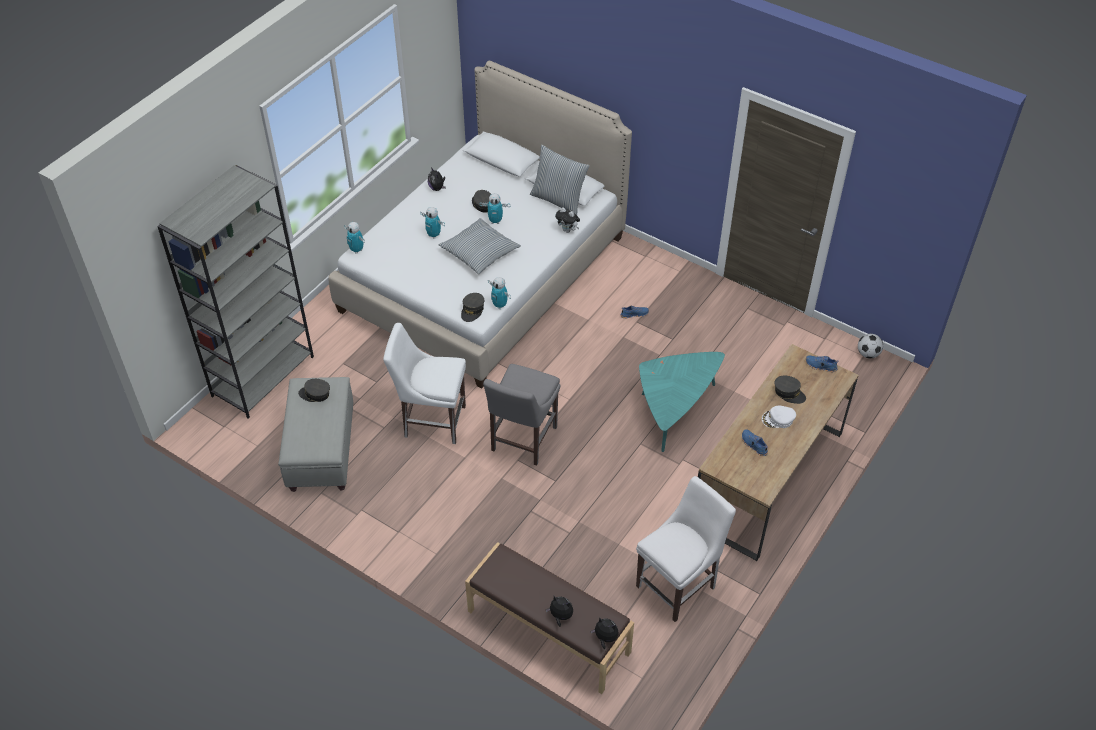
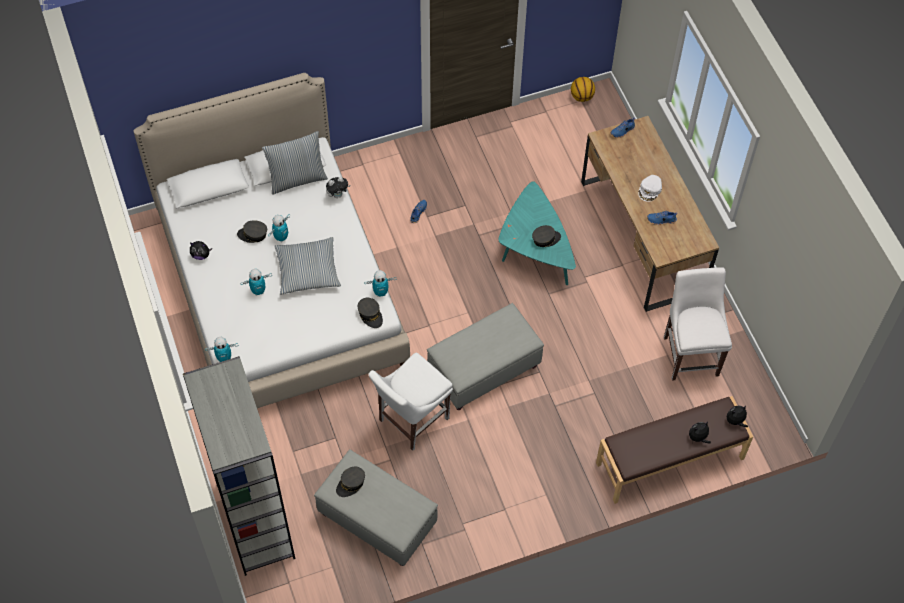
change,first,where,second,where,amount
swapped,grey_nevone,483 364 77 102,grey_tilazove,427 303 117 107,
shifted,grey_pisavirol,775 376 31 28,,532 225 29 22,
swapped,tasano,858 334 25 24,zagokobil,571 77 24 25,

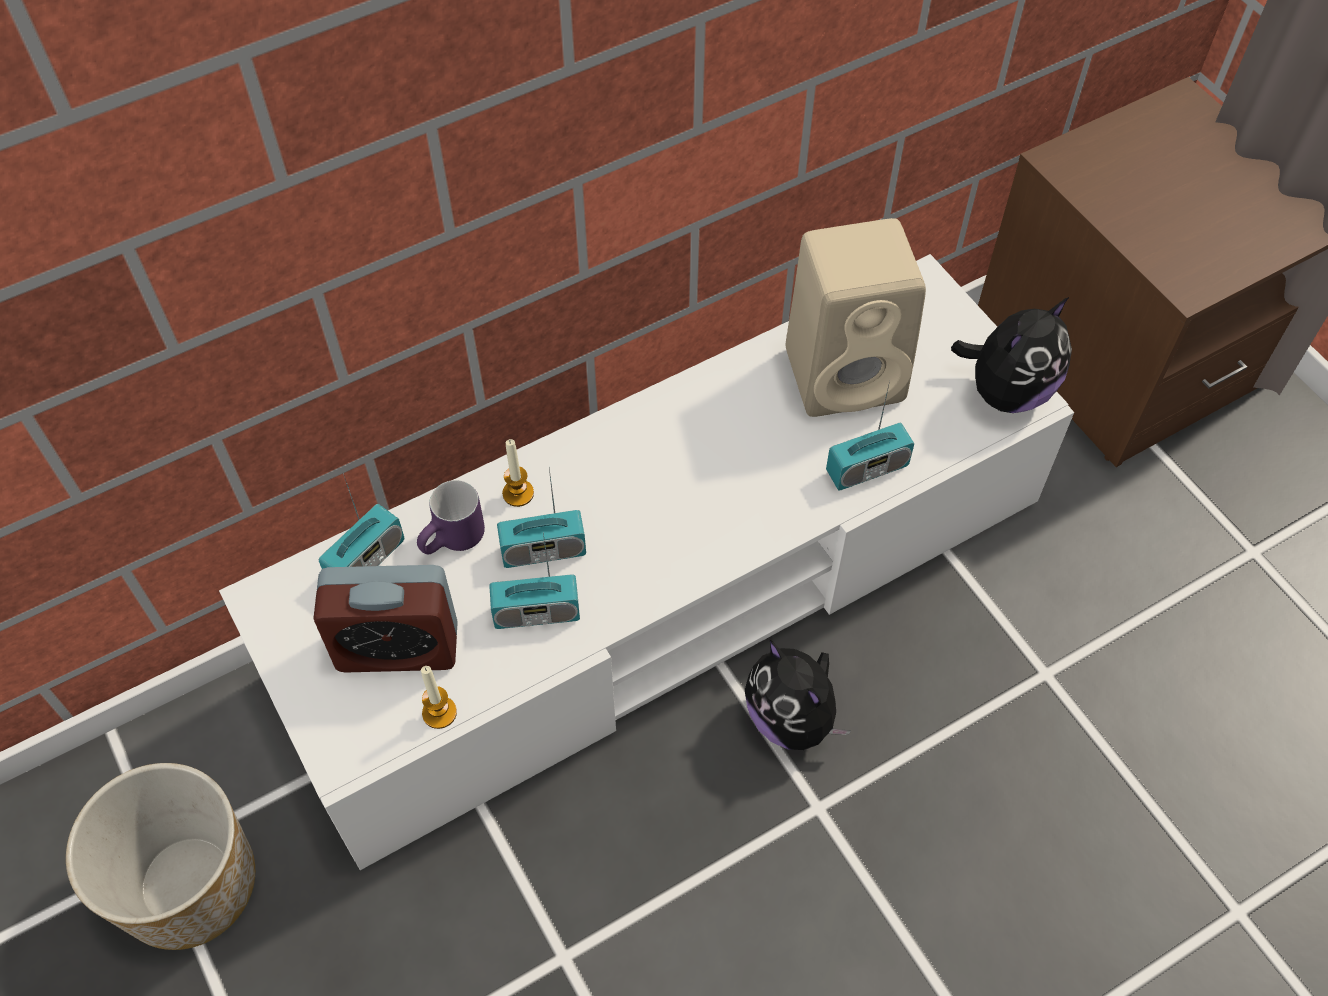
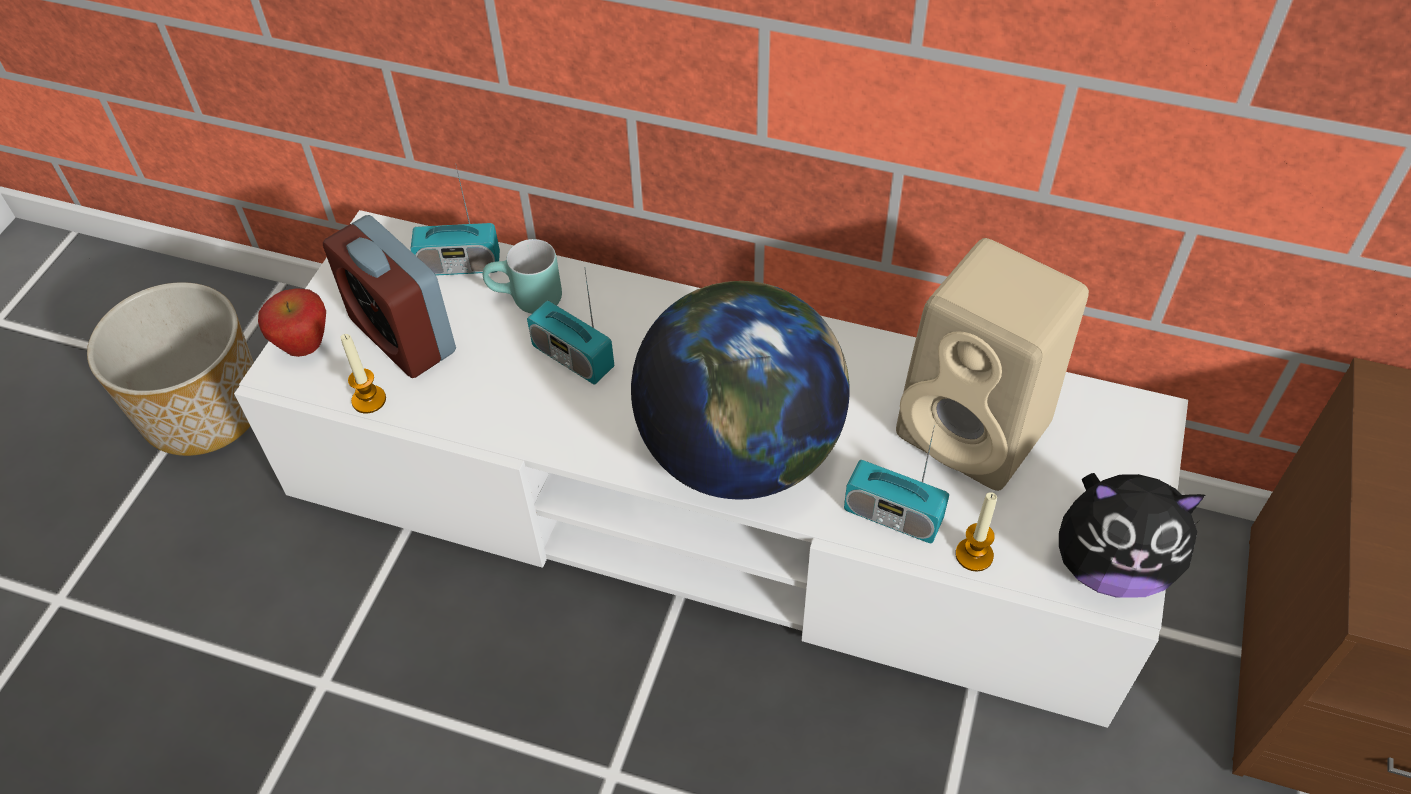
change,first,where,second,where,amount
repainted,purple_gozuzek,417 480 68 74,turquoise_gozuzek,483 239 79 75,
gone,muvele,489 532 91 97,,,
shifted,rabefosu,502 439 32 68,,956 492 41 79,
gone,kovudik,745 639 106 111,,,
new,,,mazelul,258 288 68 69,
new,,,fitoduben,631 281 219 219,

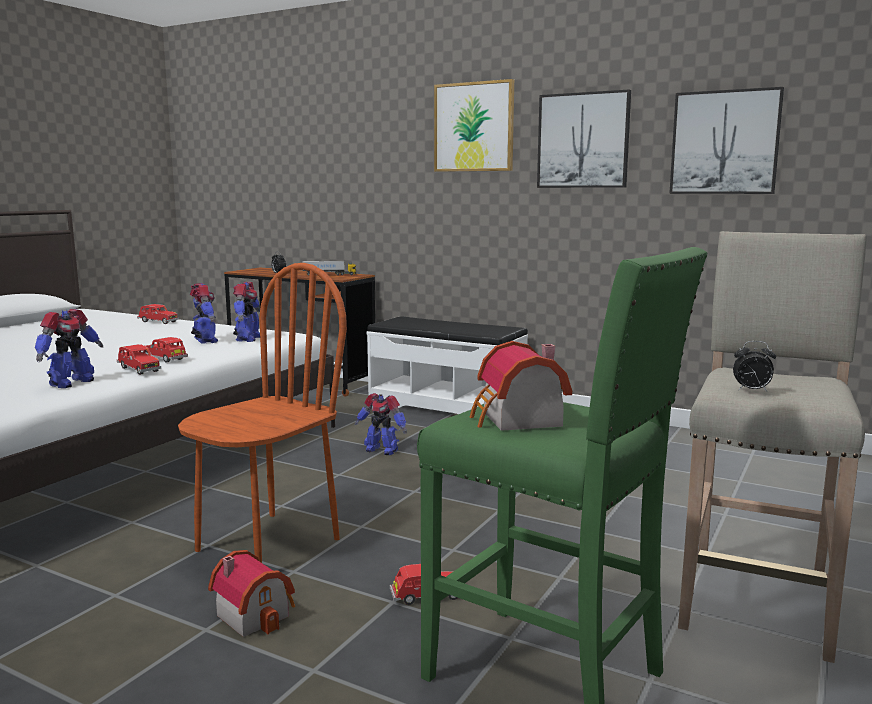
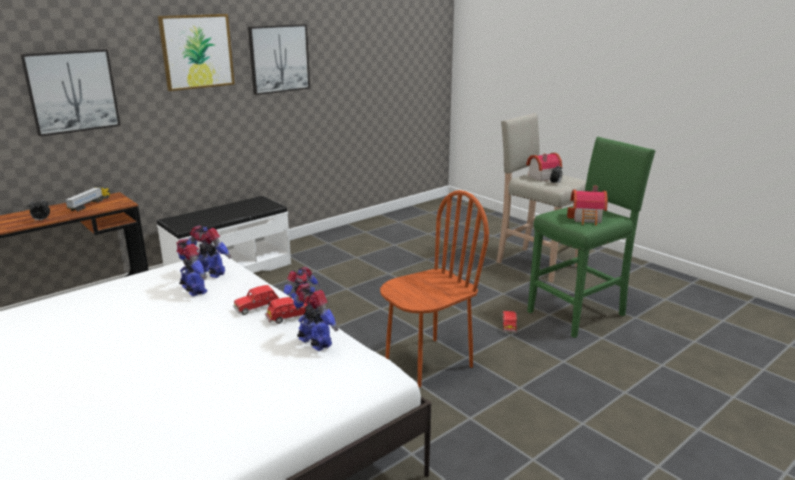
change,first,where,second,where,amount
gone,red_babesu,137 304 42 20,,,
rotated,brown_nevone,178 263 169 300,,380 190 109 198,90 degrees clockwise
rotated,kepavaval,190 283 28 60,,176 239 31 57,60 degrees clockwise
shifted,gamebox,208 550 87 87,,526 153 36 28,
shifted,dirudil,669 87 115 107,,20 49 100 88,

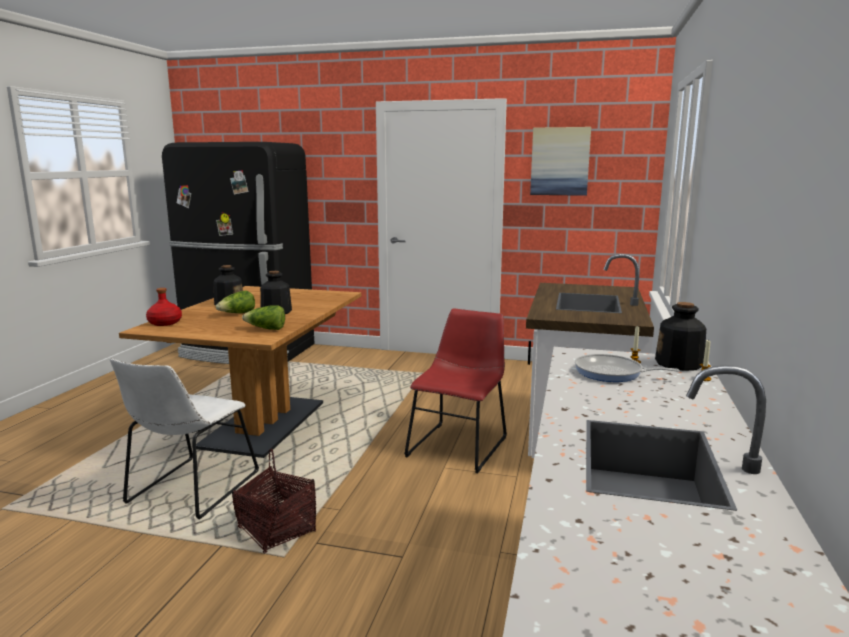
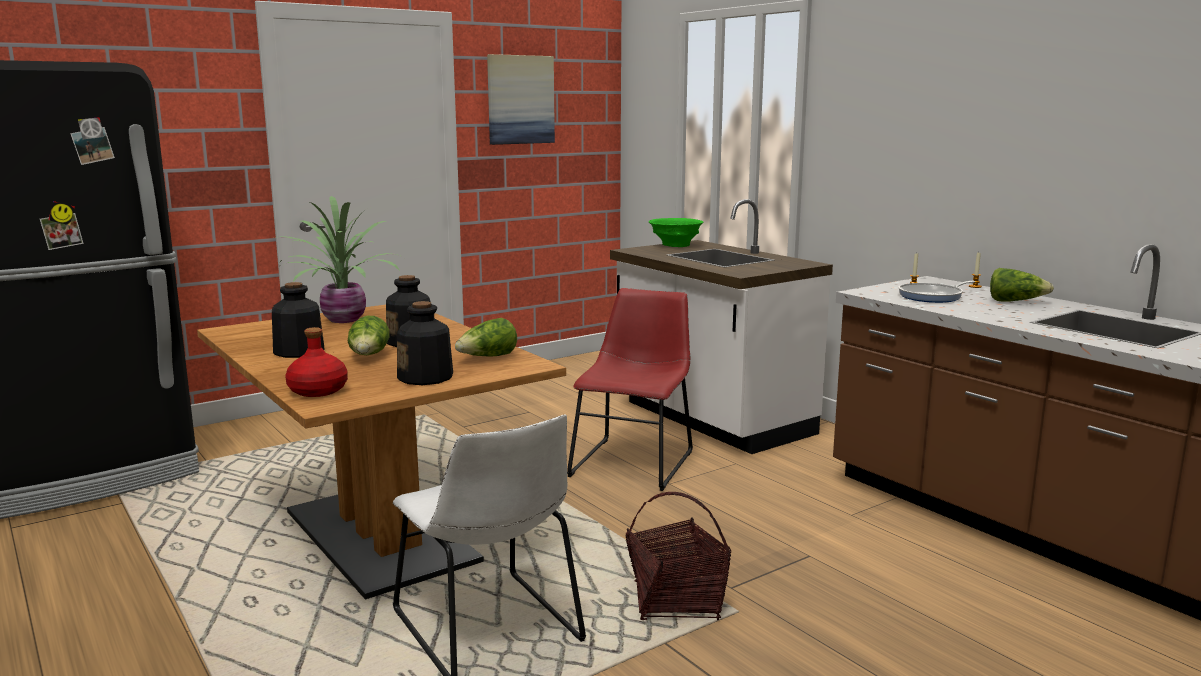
change,first,where,second,where,amount
rotated,red_nevone,404 309 103 164,,567 288 126 203,45 degrees clockwise
shifted,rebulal,655 302 51 69,,397 301 56 84,
new,,,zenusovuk,275 196 125 127,
new,,,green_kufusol,649 218 55 29,
new,,,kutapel,990 268 64 34,

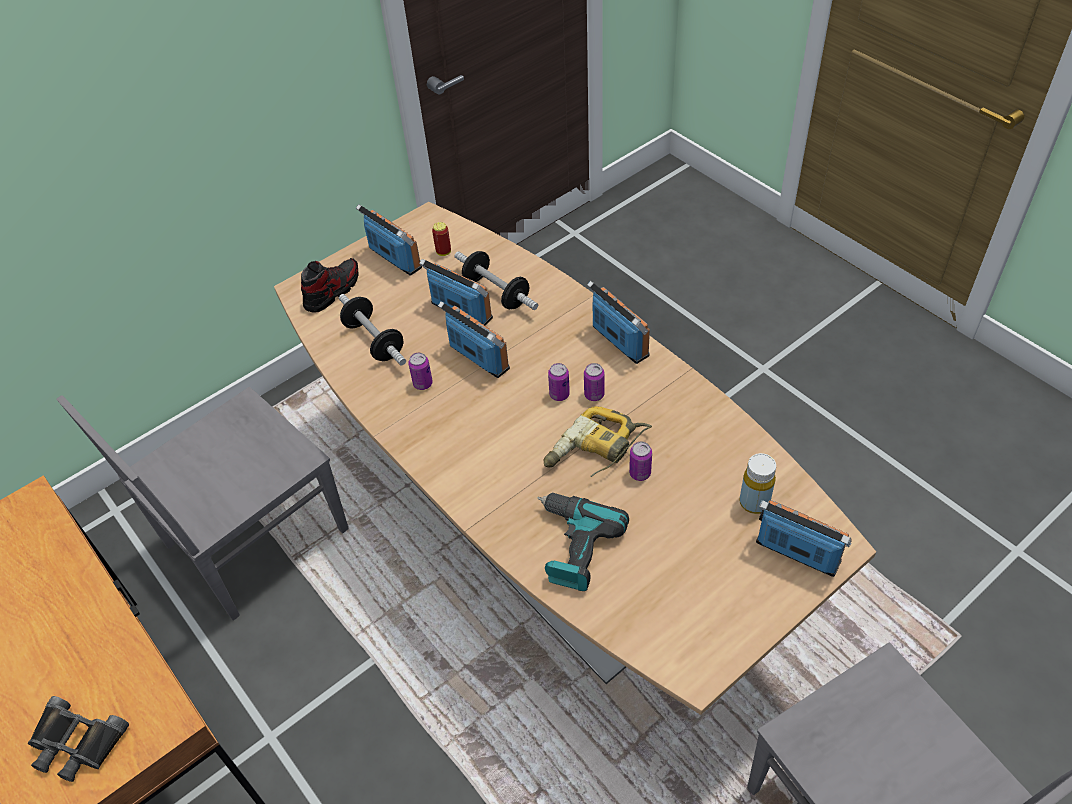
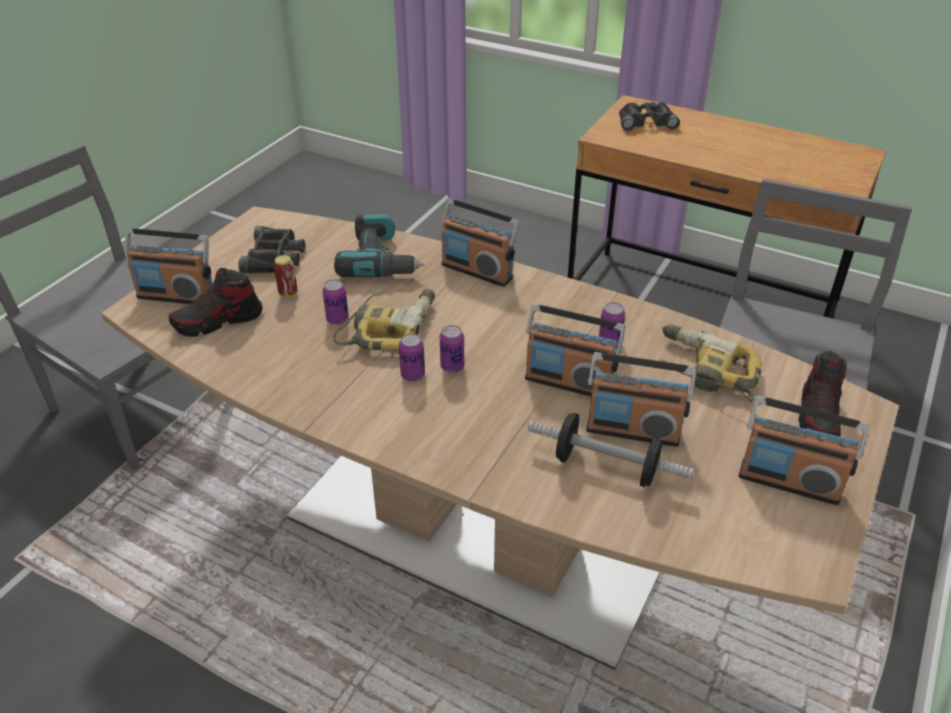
change,first,where,second,where,amount
swapped,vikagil,339 294 67 72,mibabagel,661 324 101 78,
shifted,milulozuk,432 222 19 34,,274 255 23 43,
shifted,muvele,587 281 63 83,,441 199 79 88,
swapped,yellow_rebulal,739 453 37 61,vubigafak,169 268 93 69,
new,,,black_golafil,238 226 67 48,

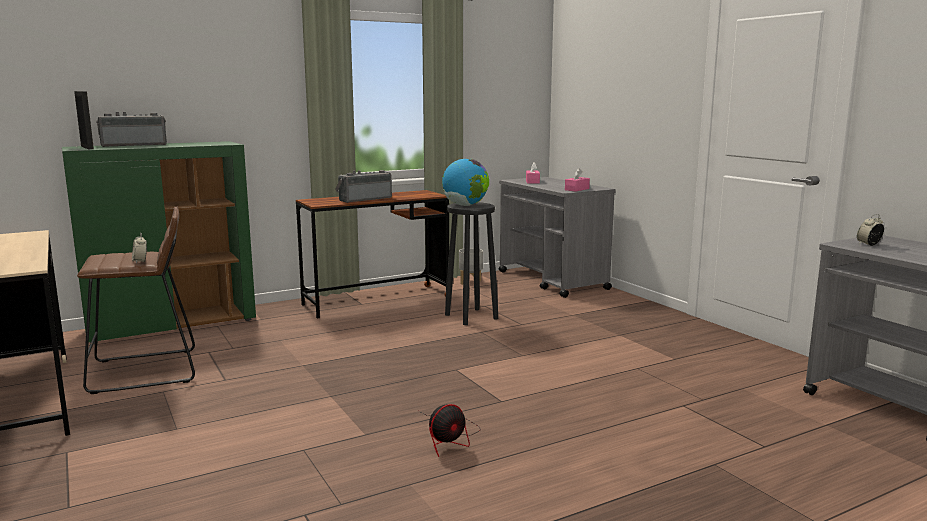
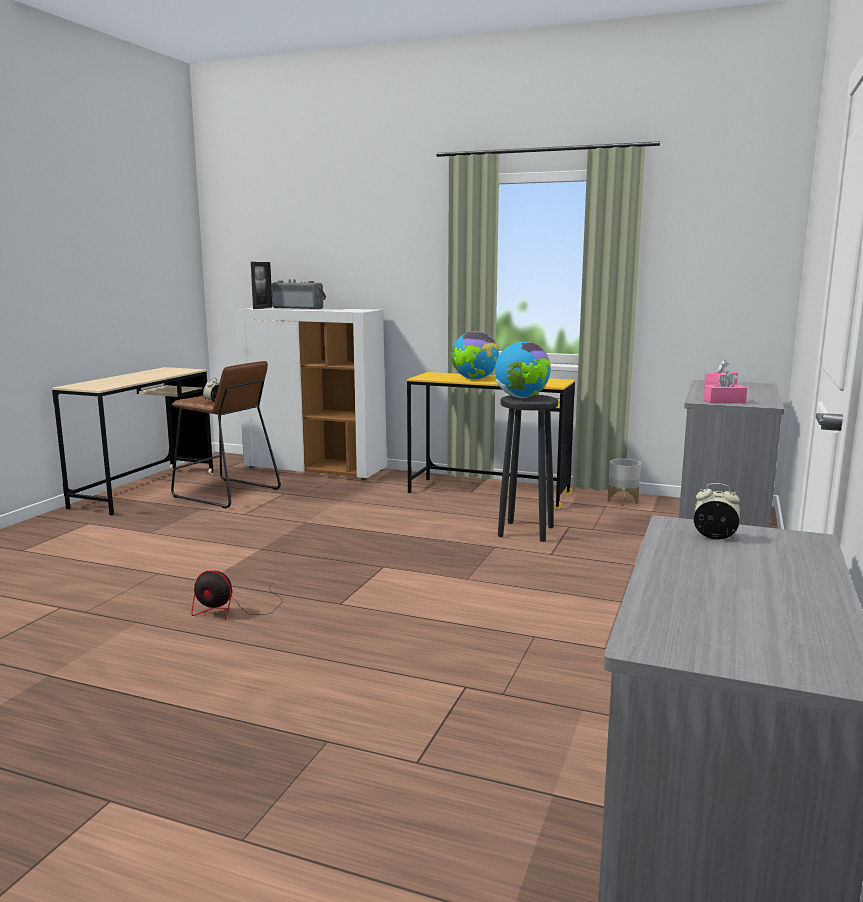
change,first,where,second,where,amount
repainted,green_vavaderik,62 141 194 203,white_vavaderik,235 307 152 173,
repainted,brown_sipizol,296 190 153 129,yellow_sipizol,407 372 168 137,
swapped,muvele,335 170 57 33,fitoduben,451 331 48 49,

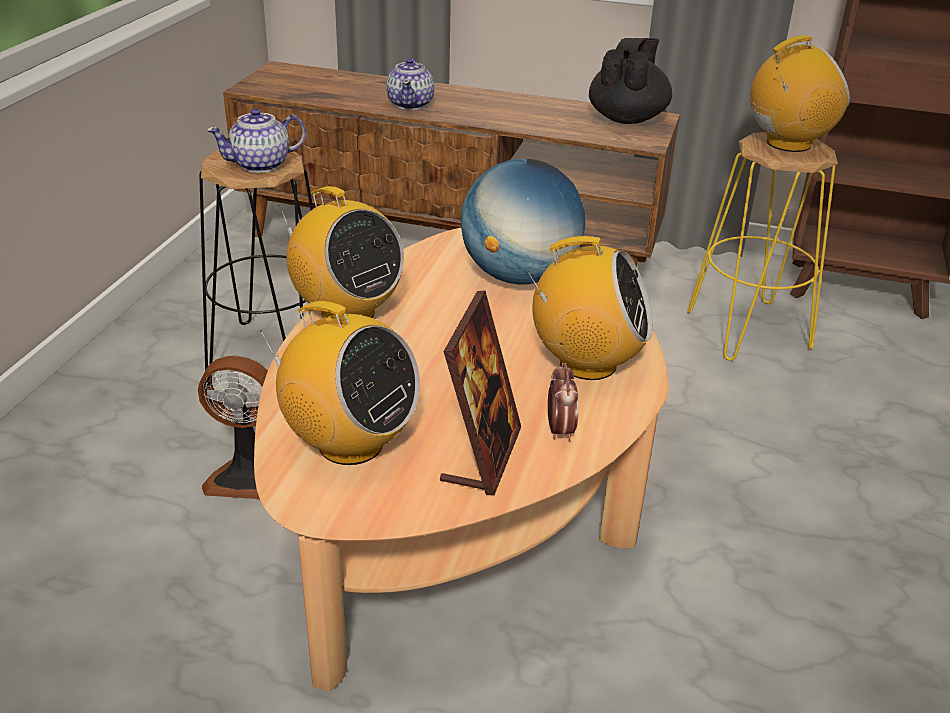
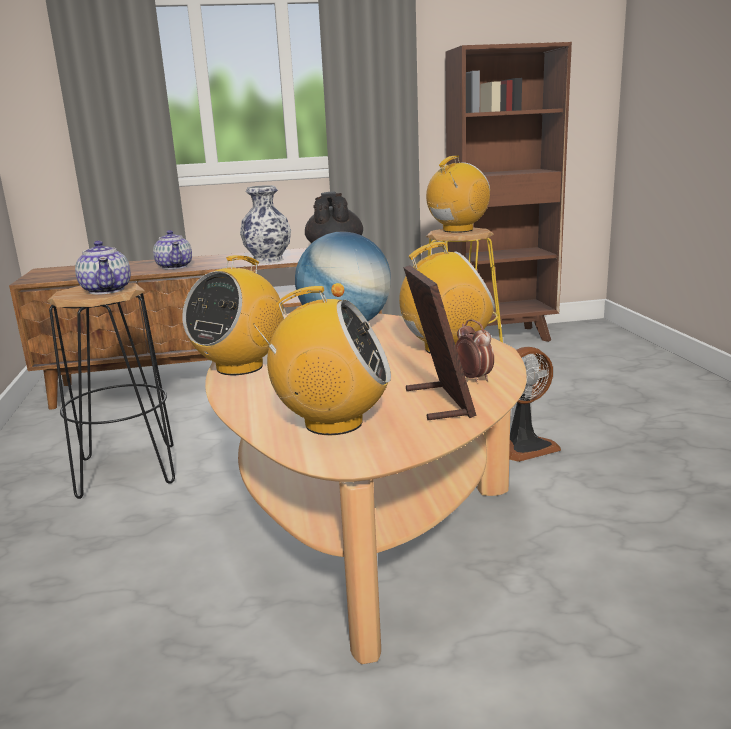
change,first,where,second,where,amount
shifted,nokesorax,198 356 70 143,,509 347 52 115,
rotated,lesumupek,206 108 100 65,,75 241 56 54,60 degrees counterclockwise
rotated,muvele,279 186 125 132,,182 255 102 120,105 degrees clockwise
new,,,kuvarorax,240 185 51 79,

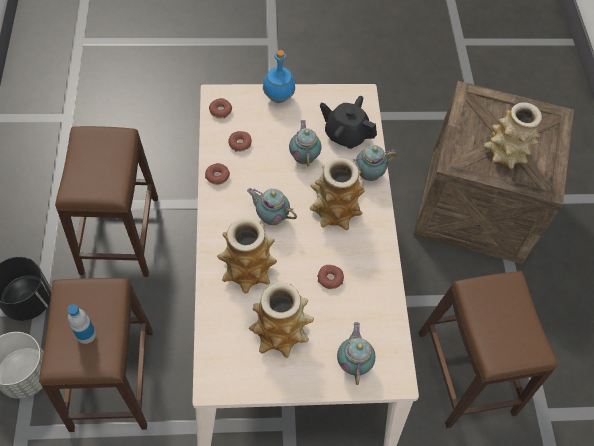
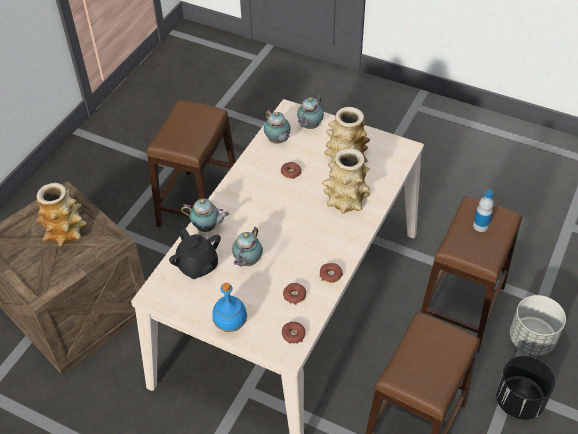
change,first,where,second,where,amount
shifted,lesumupek,247 188 50 37,,264 110 27 34,
gone,kuvarorax,310 158 55 72,,,

